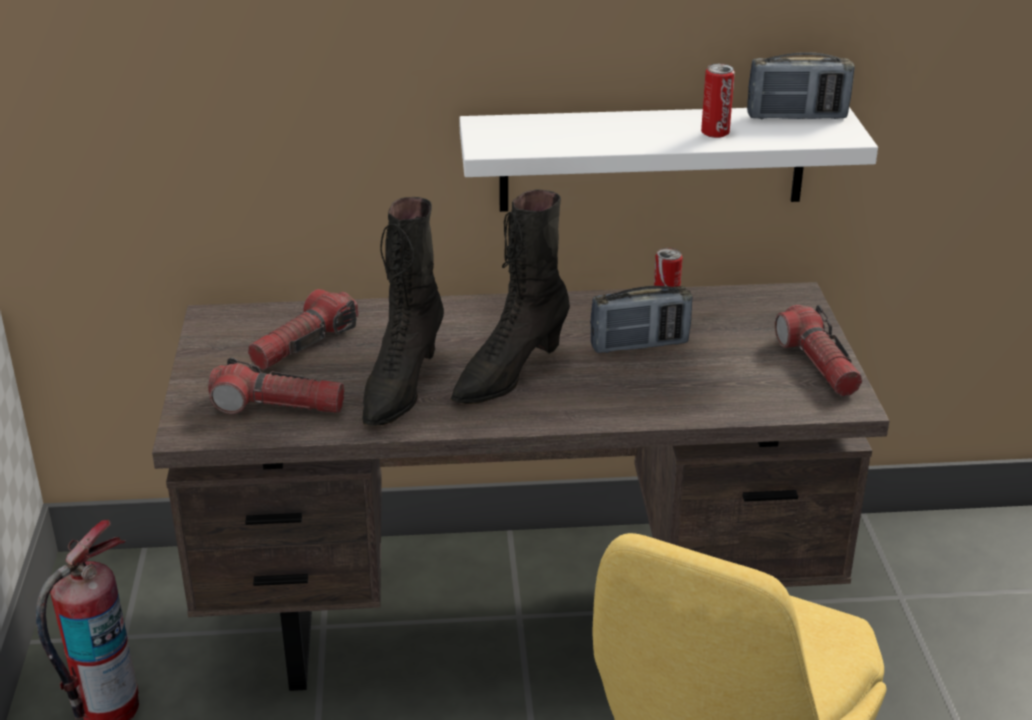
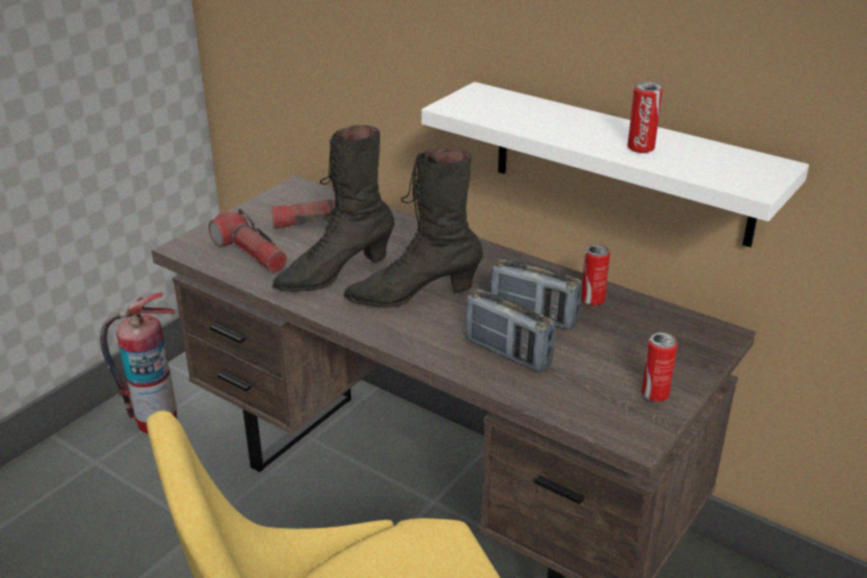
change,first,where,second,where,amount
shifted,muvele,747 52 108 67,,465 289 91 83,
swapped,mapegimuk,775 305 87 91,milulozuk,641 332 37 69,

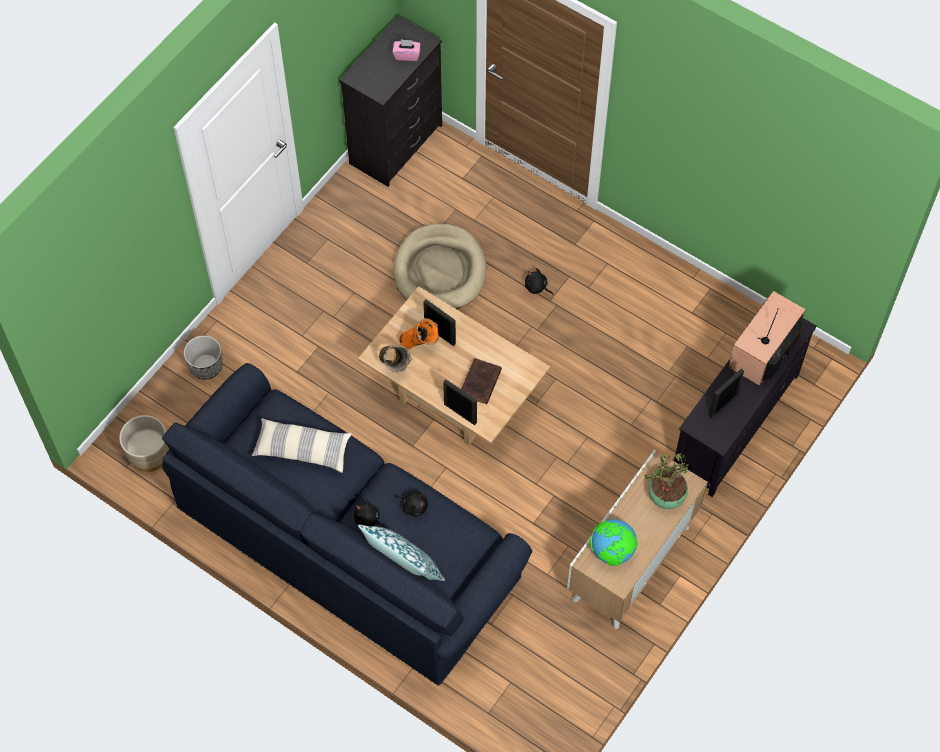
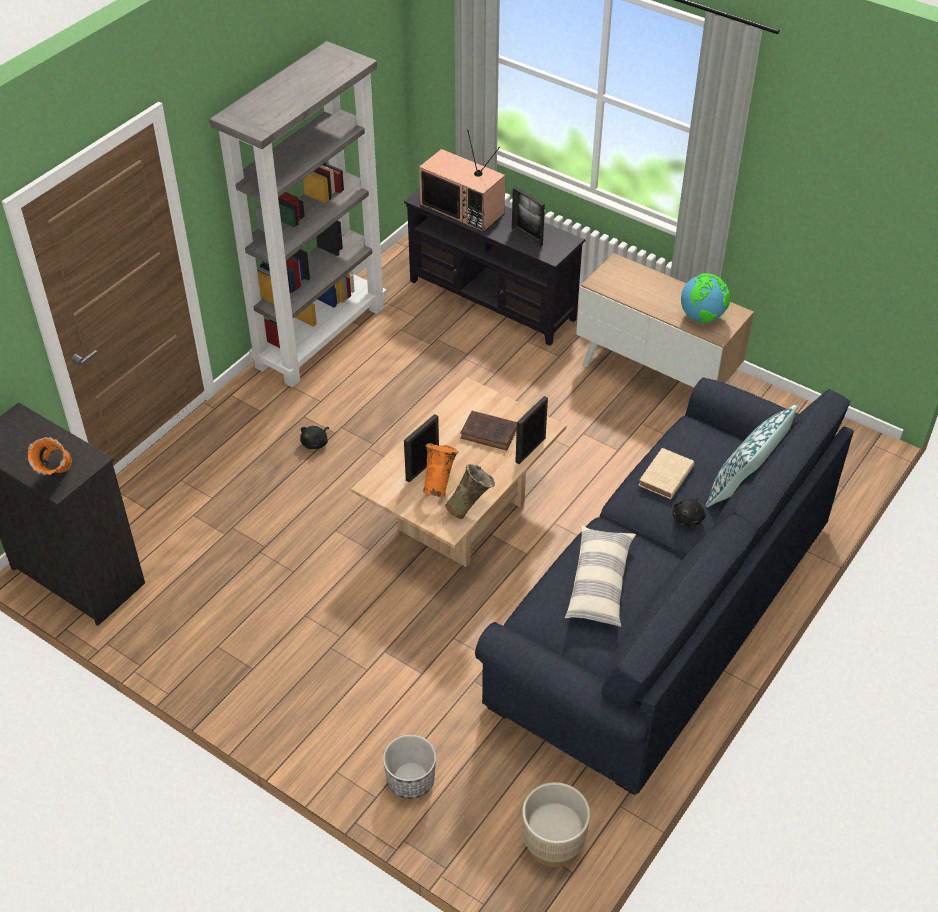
change,first,where,second,where,amount
gone,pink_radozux,392 39 29 22,,,
gone,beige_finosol,394 224 92 85,,,
swapped,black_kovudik,395 491 33 25,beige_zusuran,639 448 55 51,
gone,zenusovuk,644 453 45 56,,,
new,,,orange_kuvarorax,28 437 44 38,
new,,,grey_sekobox,209 41 178 346,

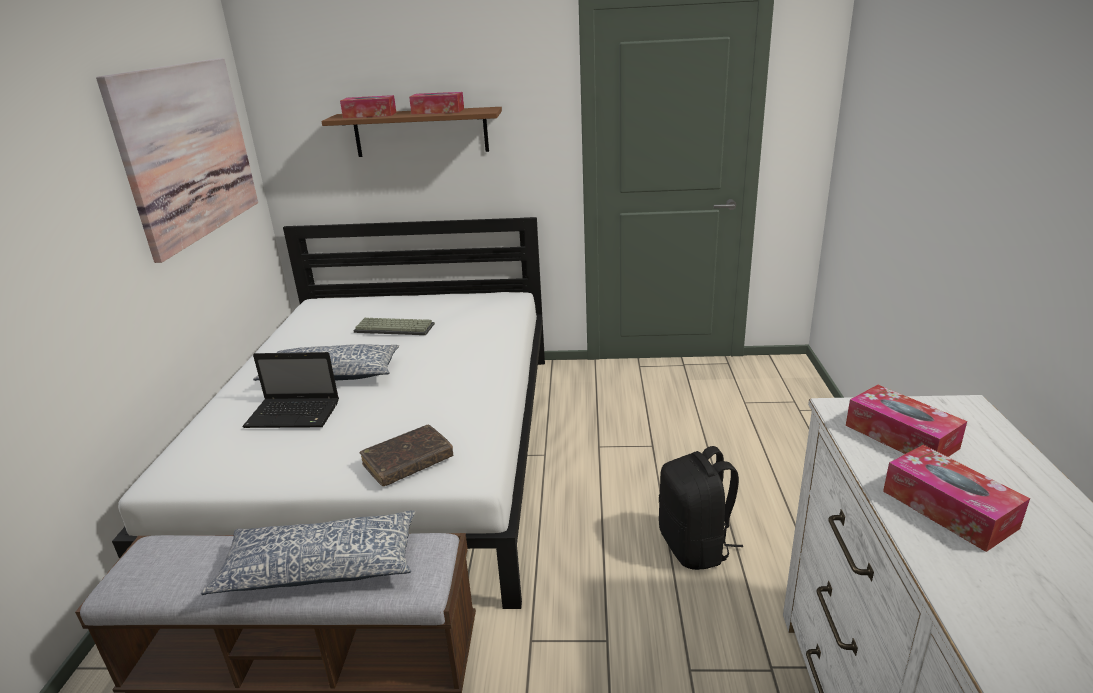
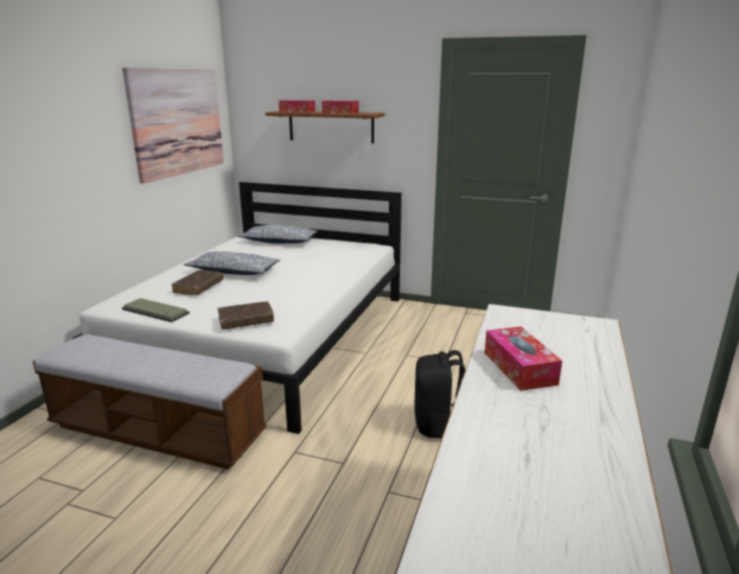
change,first,where,second,where,amount
shifted,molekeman,201 510 215 85,,238 225 80 19,
swapped,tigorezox,242 352 97 76,brown_zusuran,171 270 53 25,
shifted,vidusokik,354 318 81 17,,122 298 68 24,
gone,radozux,846 385 121 72,,,

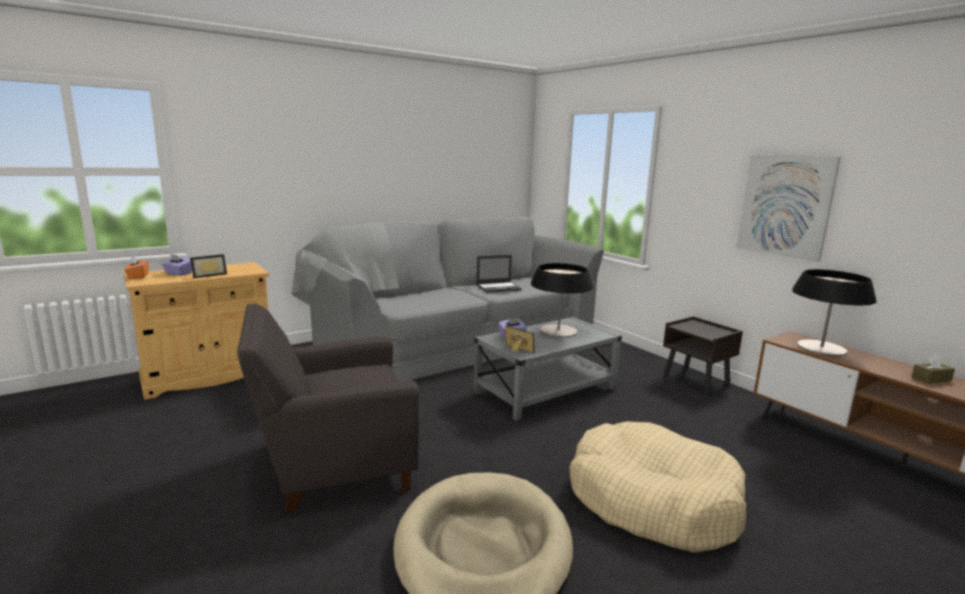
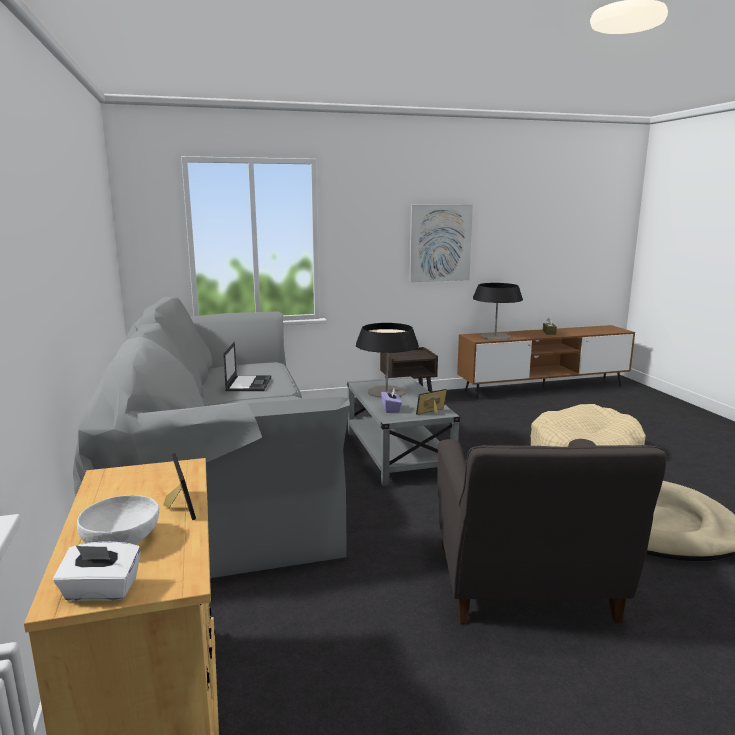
change,first,where,second,where,amount
repainted,orange_radozux,124 256 25 23,white_radozux,53 541 88 60,
swapped,purple_radozux,162 254 30 22,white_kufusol,77 495 83 50,

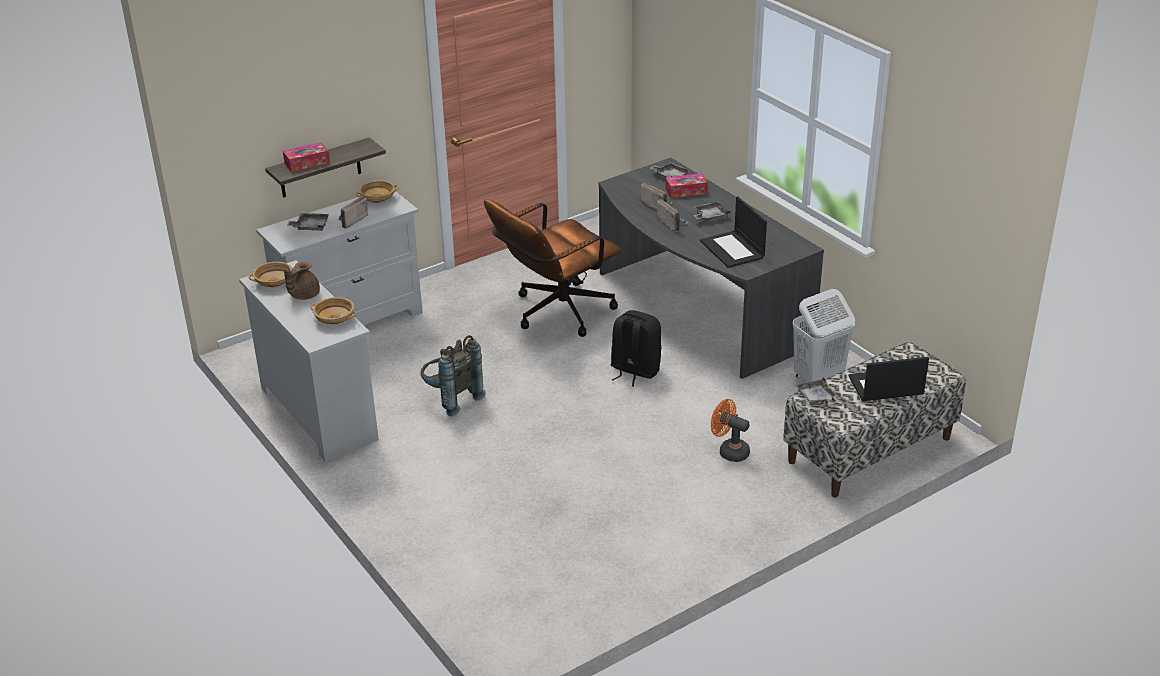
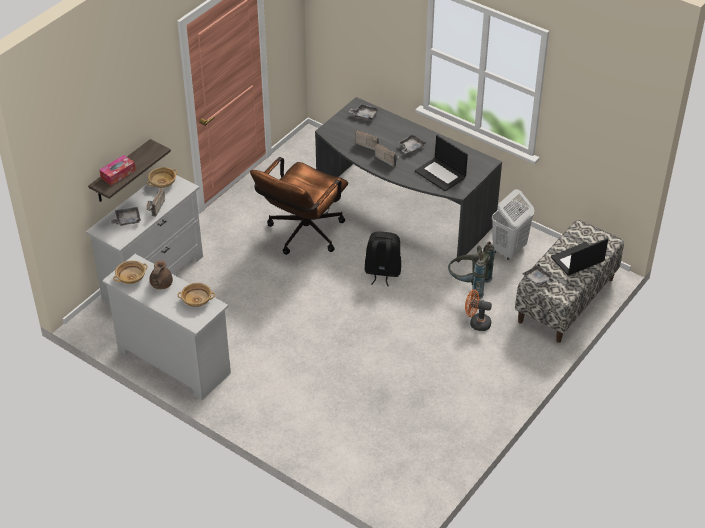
change,first,where,second,where,amount
shifted,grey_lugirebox,421 335 65 81,,448 241 47 58,
gone,radozux,665 173 43 25,,,

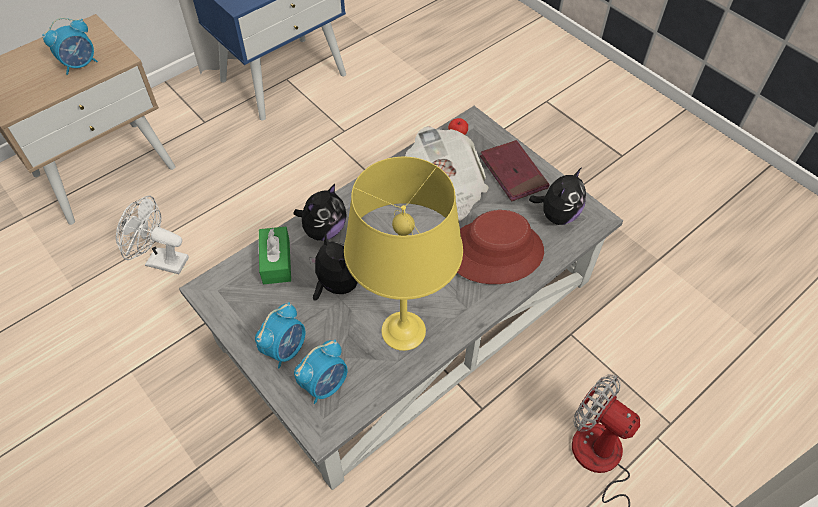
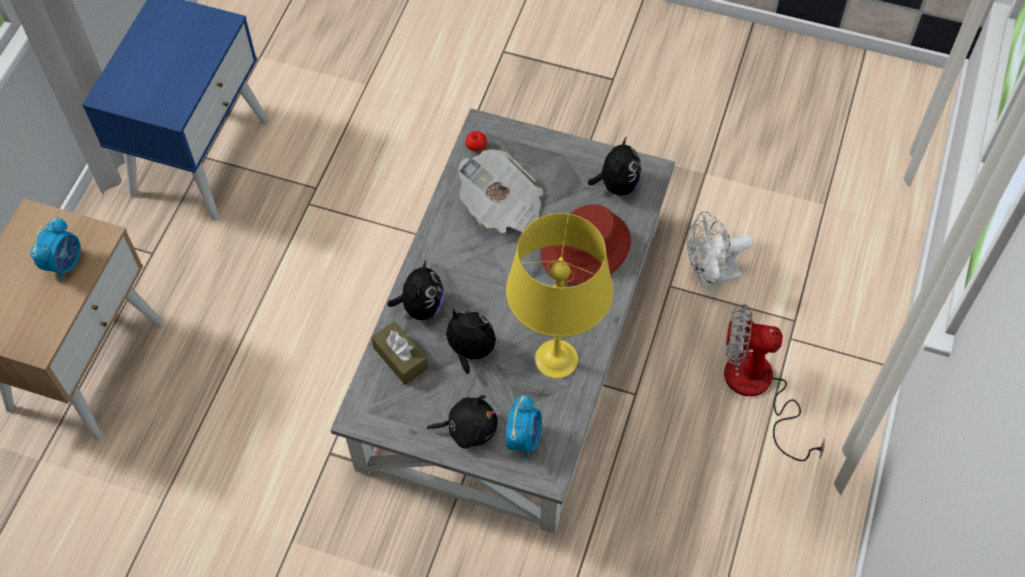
change,first,where,second,where,amount
shifted,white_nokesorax,116 195 73 79,,687 211 67 76,
swapped,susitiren,255 302 51 66,black_kovudik,427 395 71 54,
repainted,green_radozux,259 227 32 57,brown_radozux,371 322 57 63,
gone,red_zusuran,480 140 70 62,,,

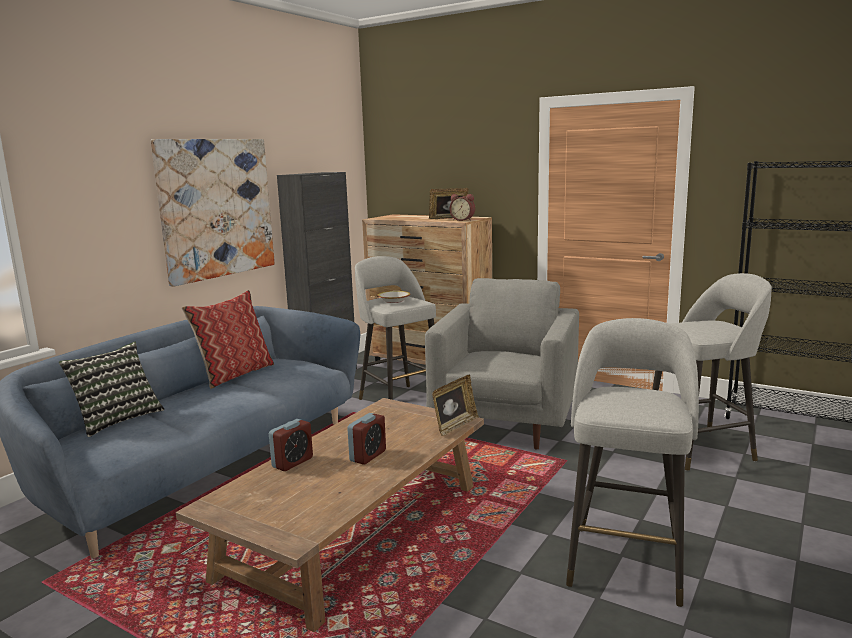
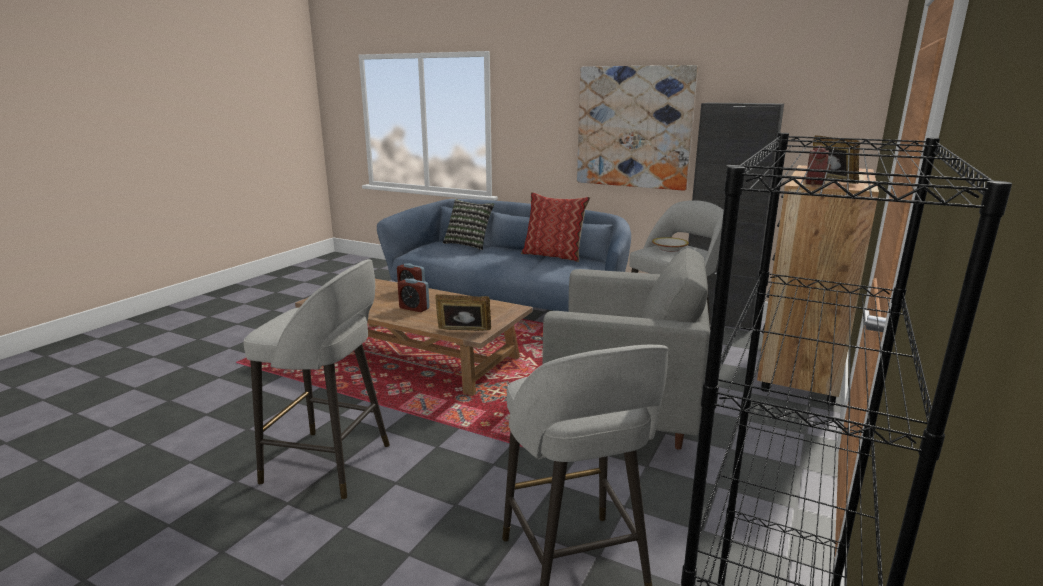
change,first,where,second,where,amount
rotated,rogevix,432 375 47 61,,435 294 56 37,150 degrees clockwise

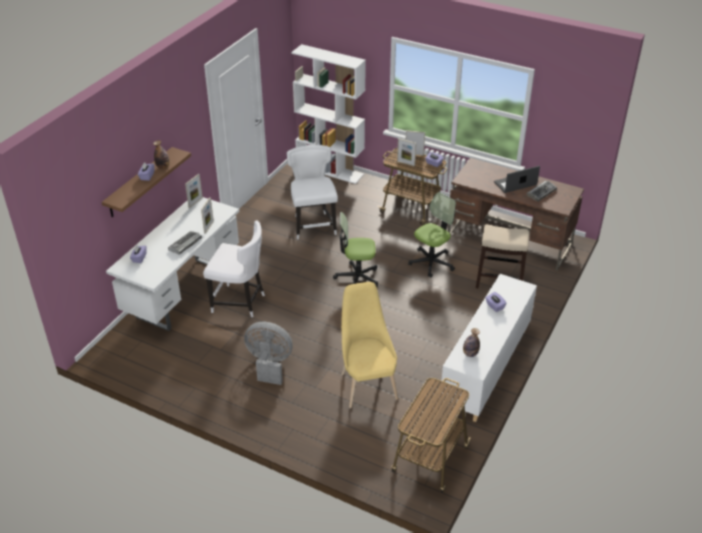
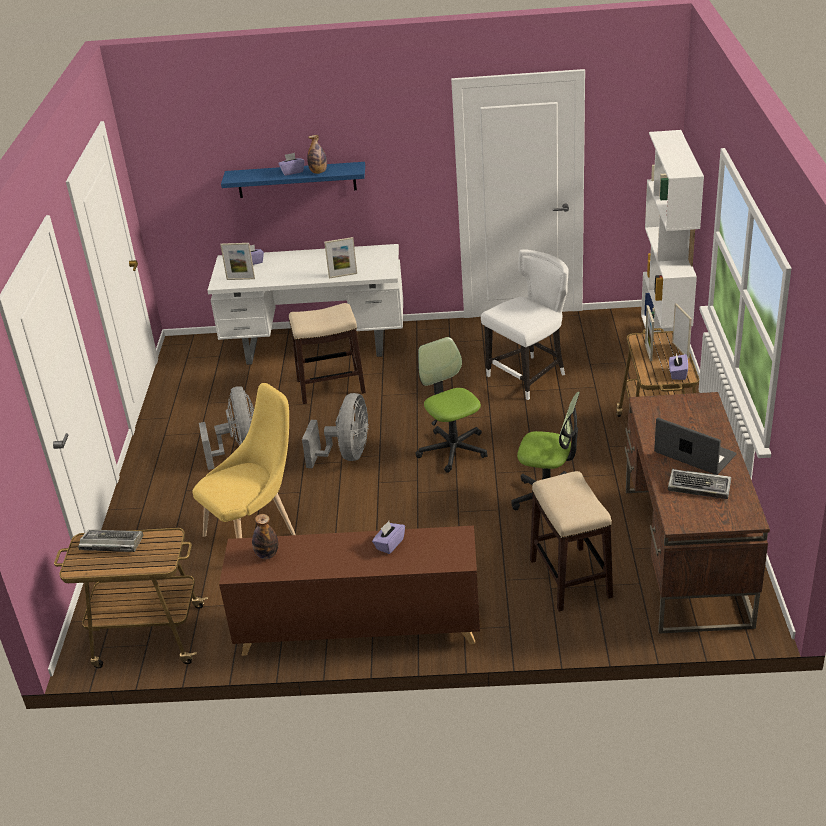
change,first,where,second,where,amount
repainted,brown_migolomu,102 147 89 70,blue_migolomu,221 162 144 36,
shifted,vidusokik,168 231 34 24,,78 530 65 22,
shifted,rogevix,185 174 18 34,,220 243 35 37,
swapped,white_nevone,203 220 62 97,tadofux,289 303 77 101,
repainted,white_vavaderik,441 274 96 148,brown_vavaderik,219 526 261 130,
new,,,grey_nokesorax,302 393 67 75,

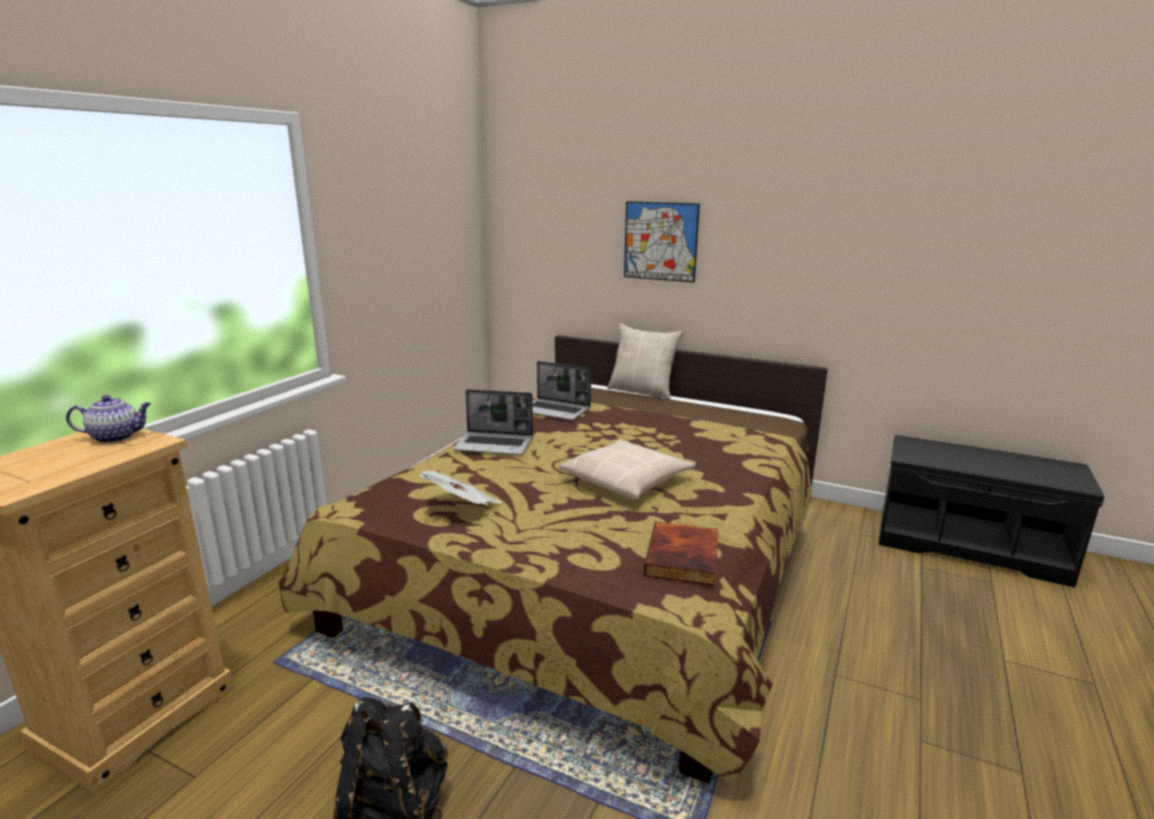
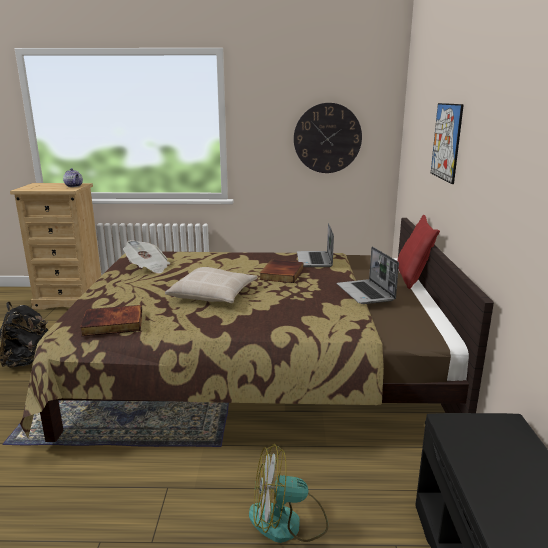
change,first,where,second,where,amount
shifted,tigorezox,453 389 80 66,,337 246 62 58,
repainted,beige_molekeman,607 323 76 77,red_molekeman,397 215 43 74,
new,,,nokesorax,249 444 79 99,
new,,,zusuran,259 260 44 23,
new,,,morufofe,294 103 68 70,

